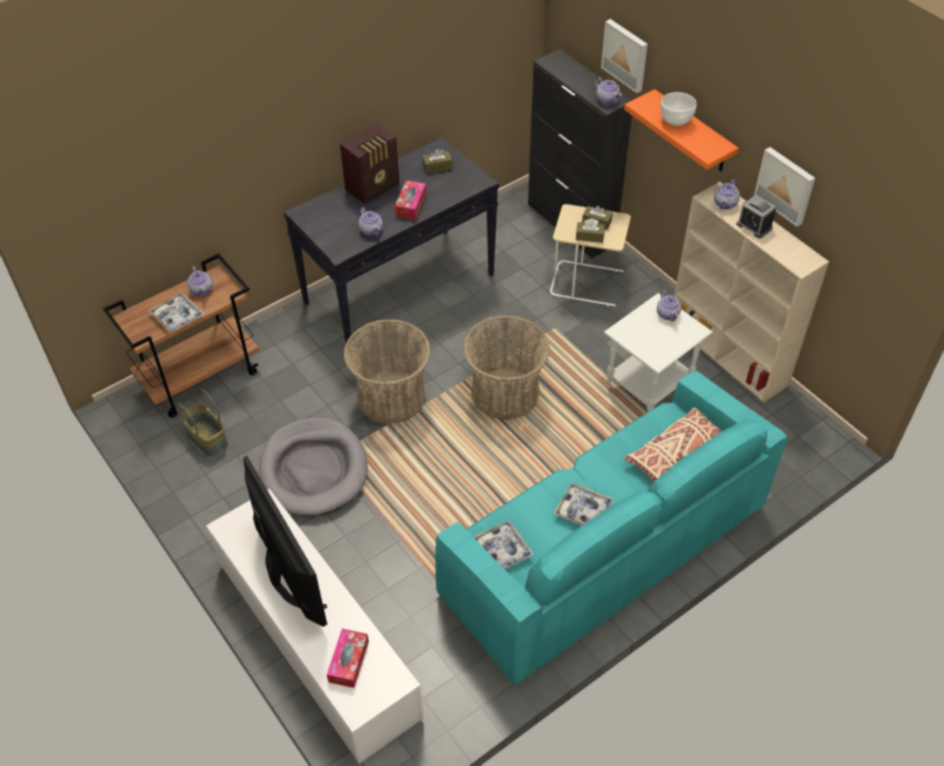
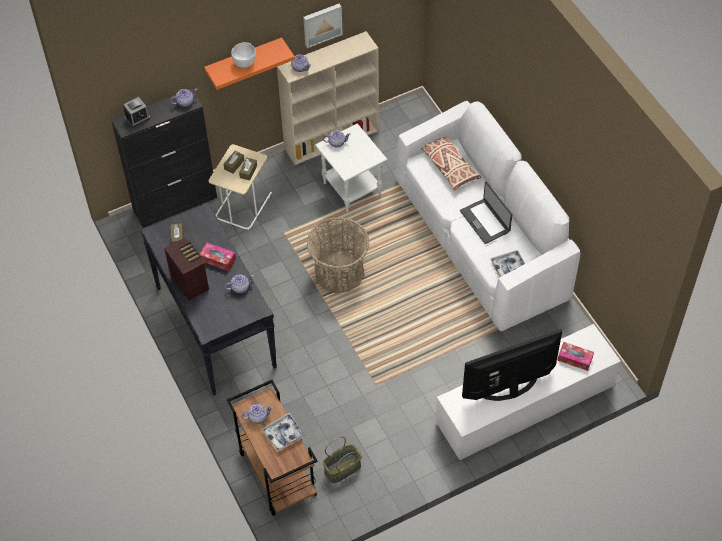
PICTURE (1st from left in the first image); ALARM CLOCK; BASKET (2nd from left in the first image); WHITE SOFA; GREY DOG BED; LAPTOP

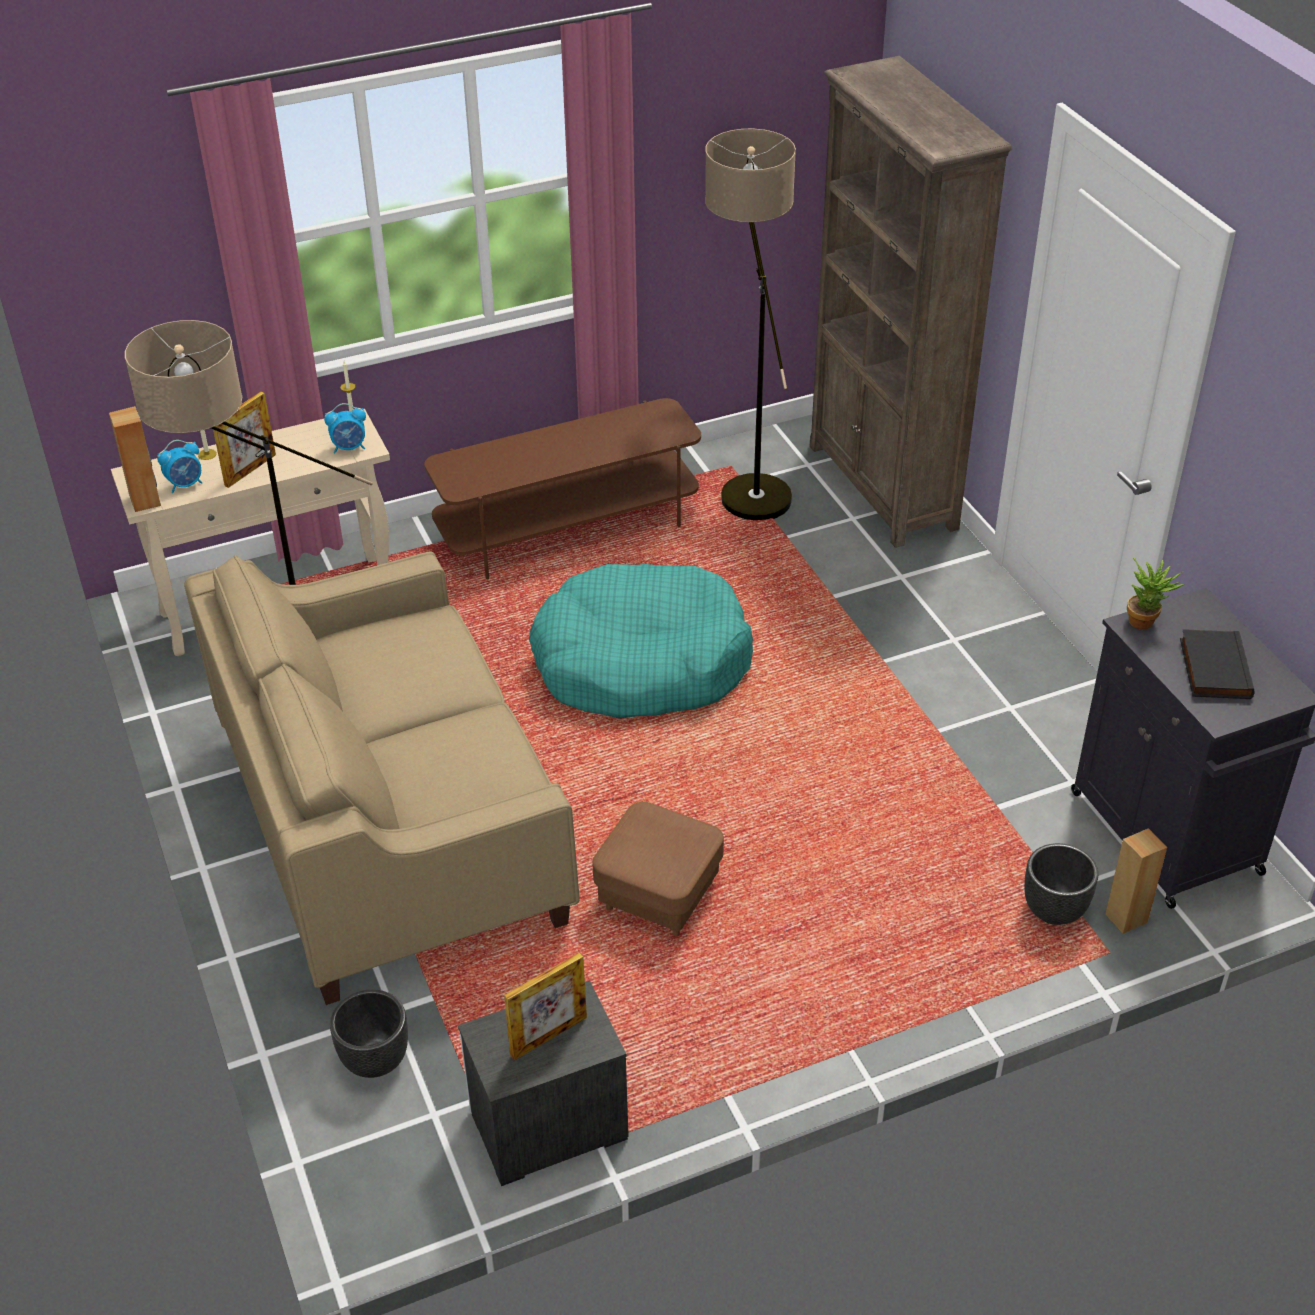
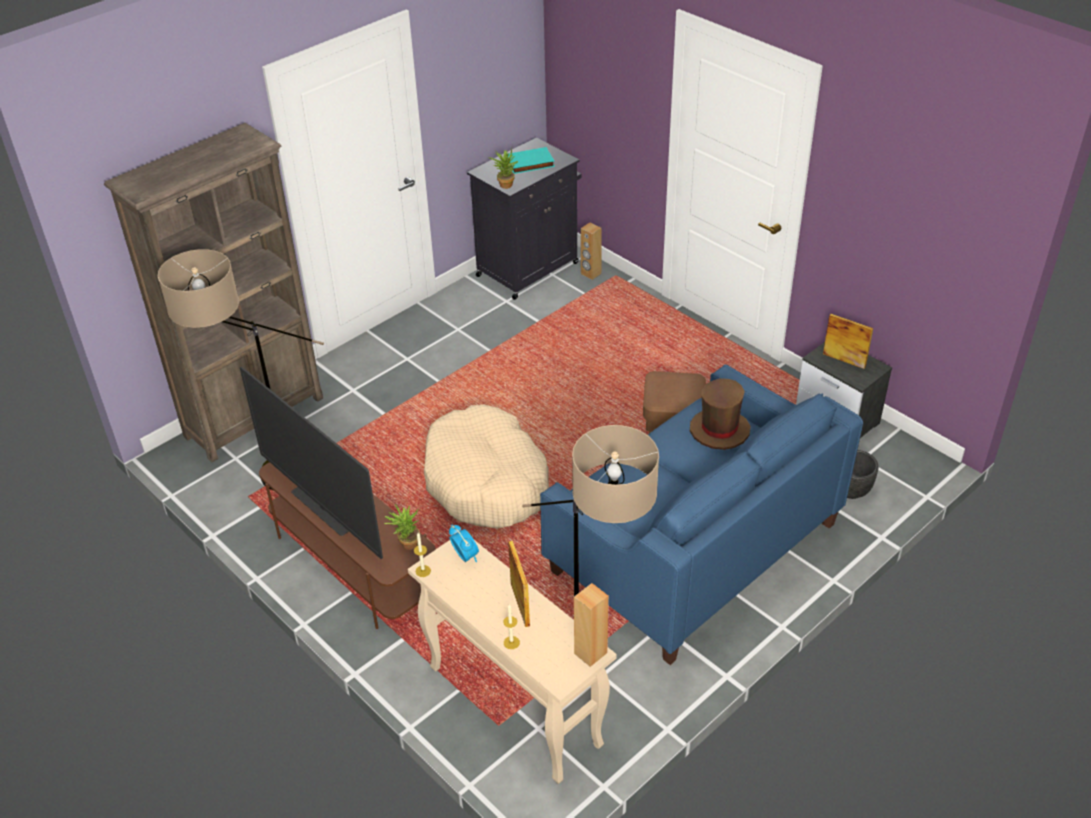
PICTURE FRAME (1st from left); ALARM CLOCK (1st from left in the first image); BLUE SOFA; BEIGE DOG BED; TURQUOISE BOOK; BLACK PLANTER (2nd from left in the first image); TELEVISION; BROWN HAT; POTTED PLANT (1st from left)

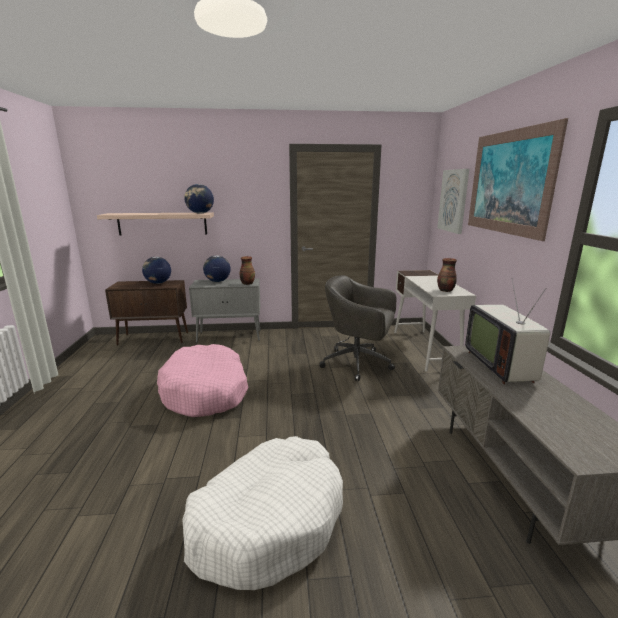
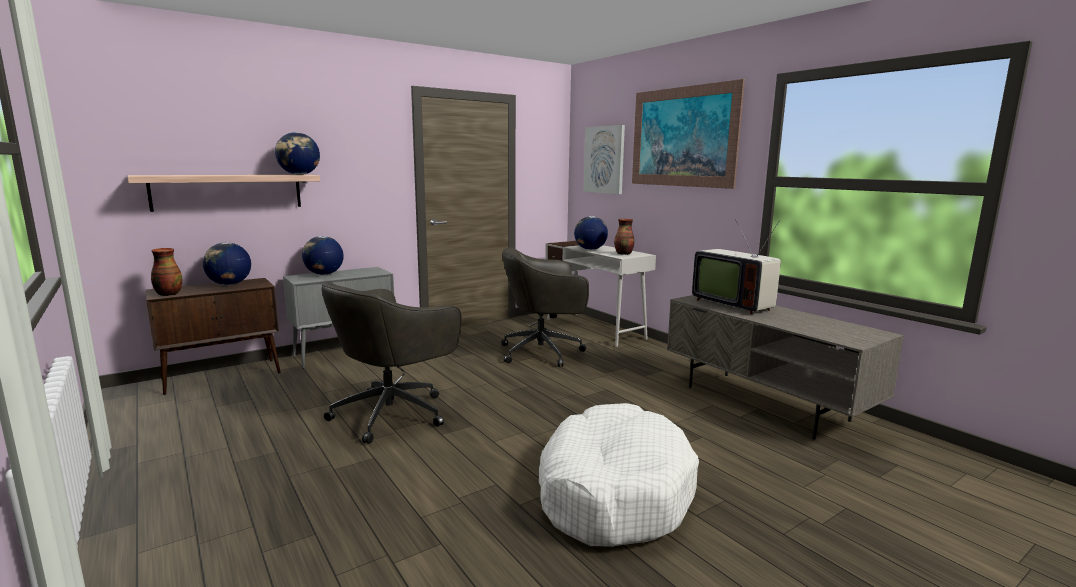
VASE (1st from left); GREY OFFICE CHAIR (1st from left); GLOBE (4th from left)

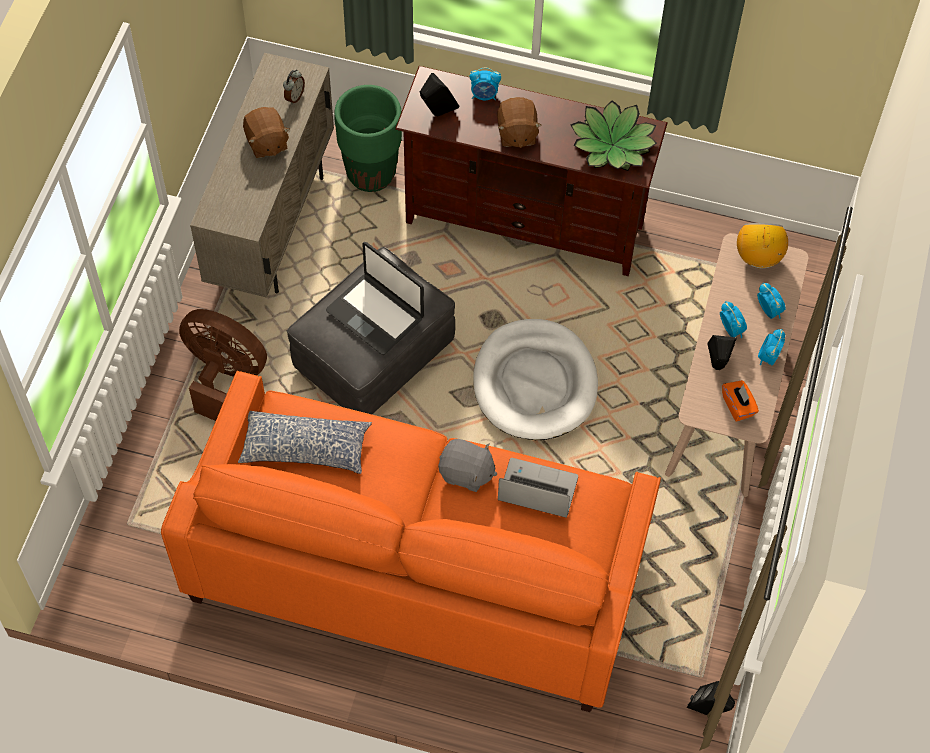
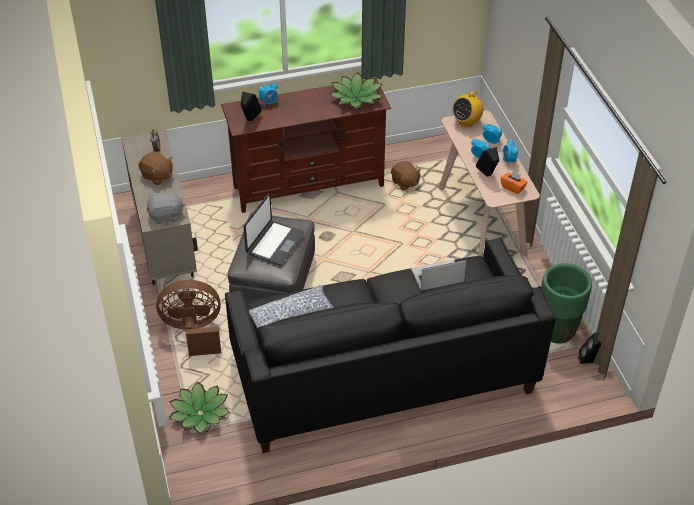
GREEN PLANTER; BROWN PLUSH TOY (2nd from left); RADIO; LAPTOP (1st from left); WHITE DOG BED; BLACK SOFA; GREY PLUSH TOY; POTTED PLANT (1st from left)

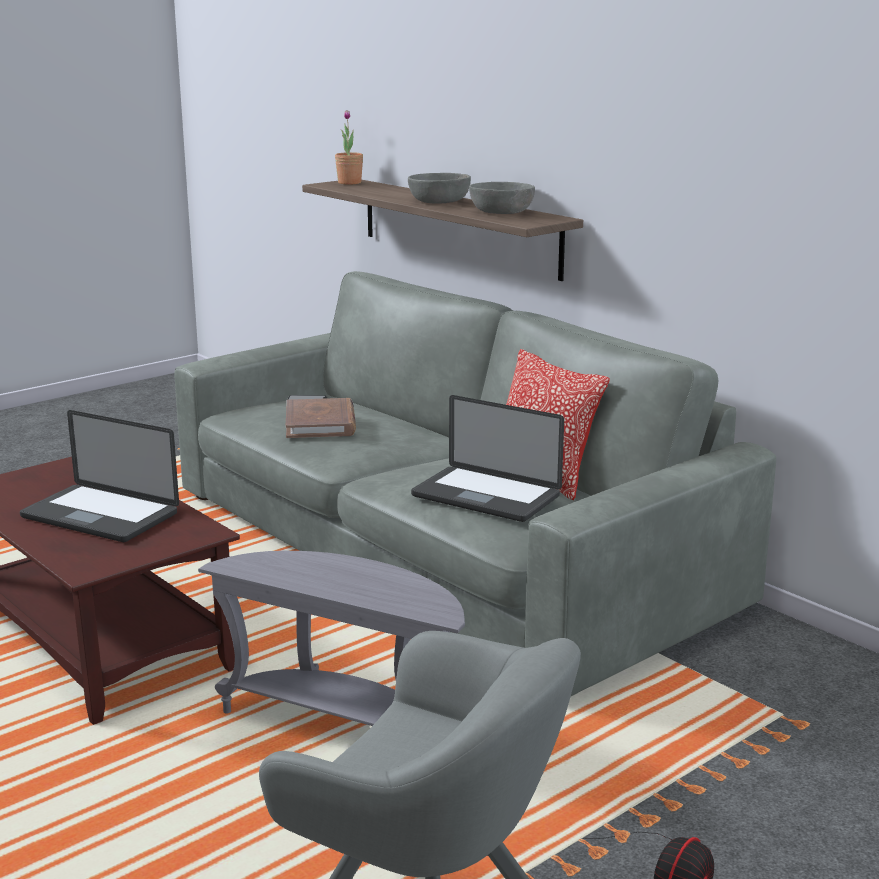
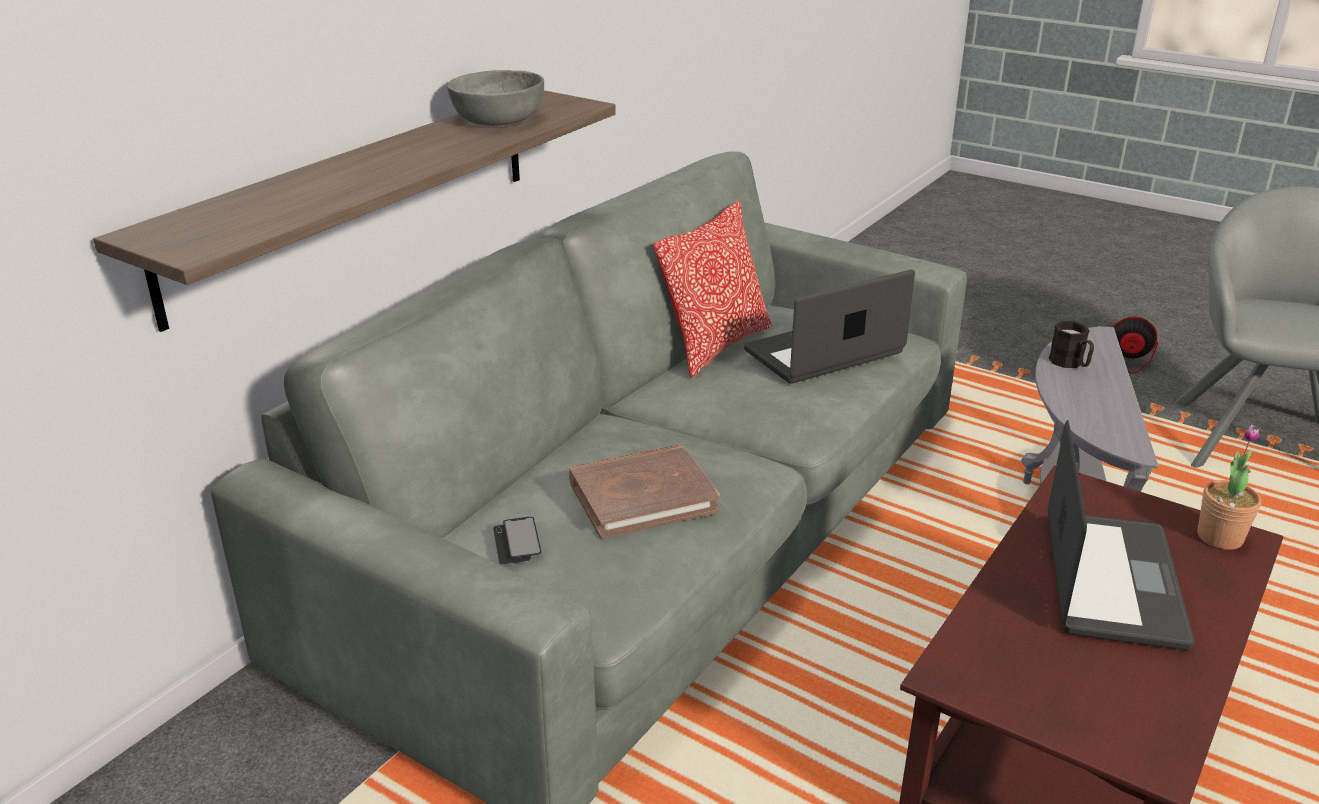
POTTED PLANT; GREY BOWL (1st from left in the first image); LAPTOP (1st from left); BLACK MUG

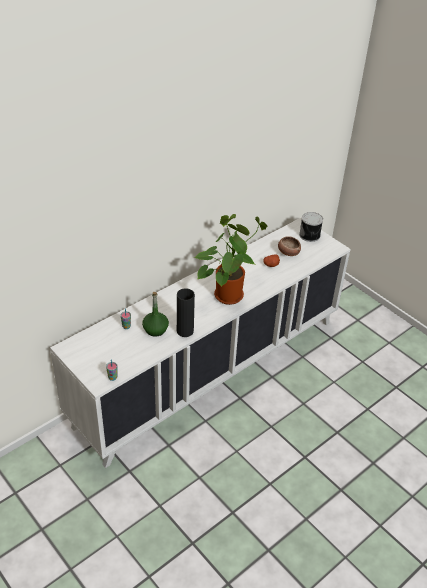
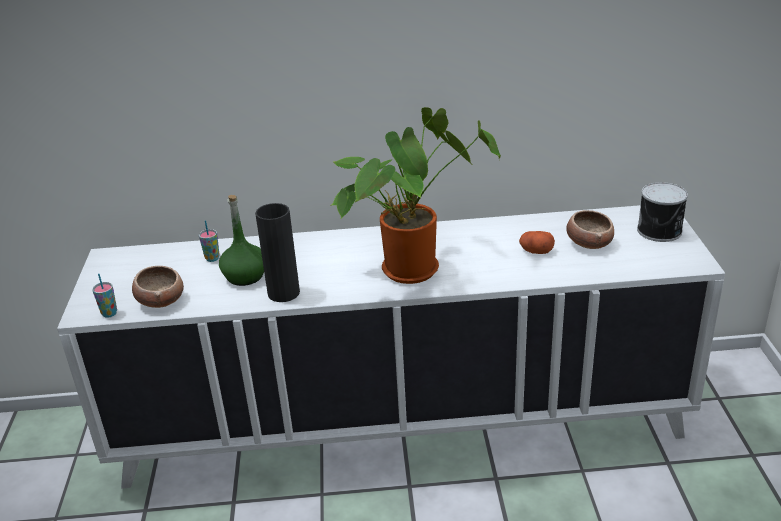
BOWL (1st from left)

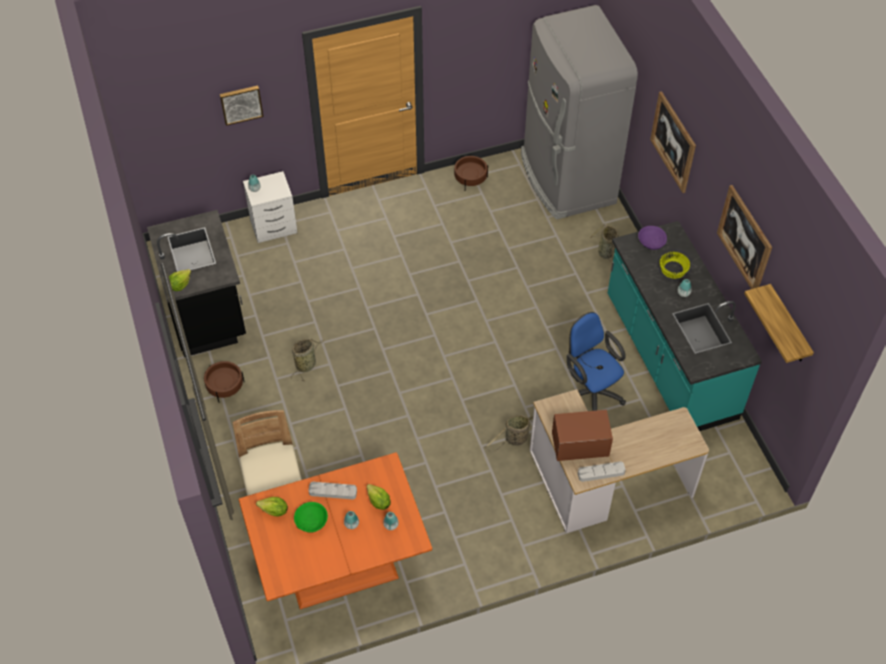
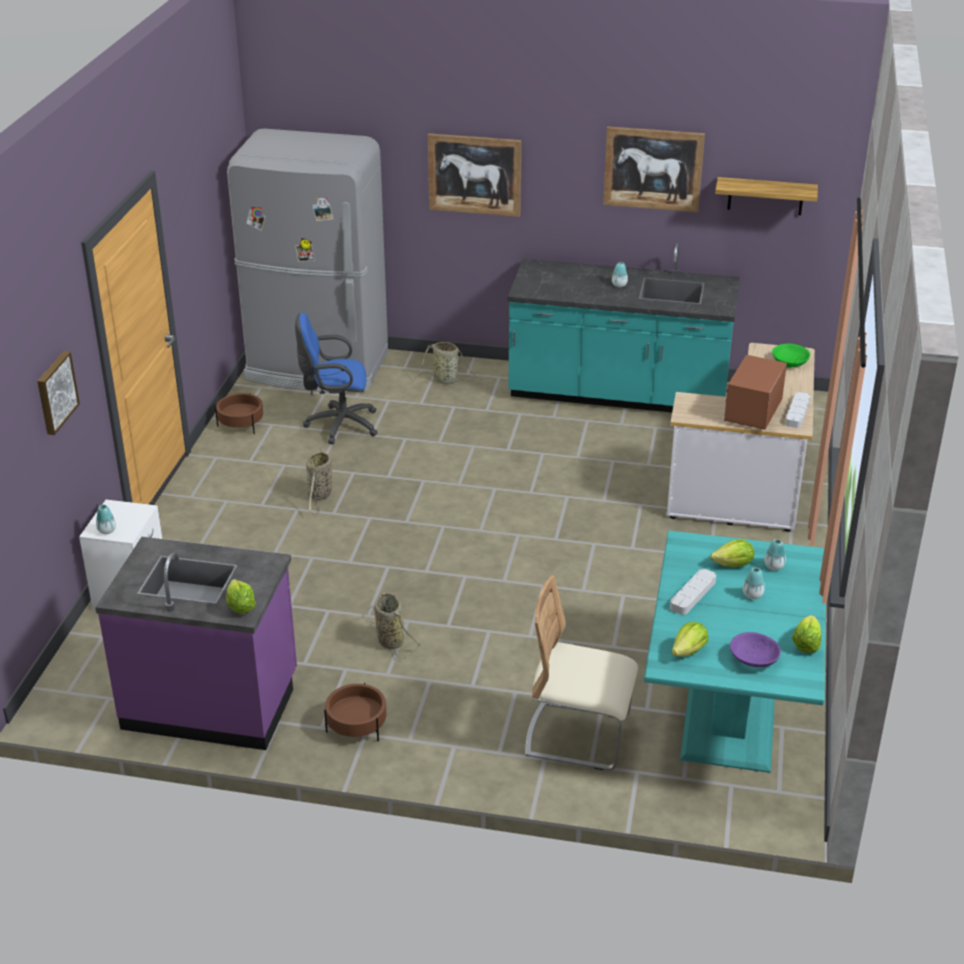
PURPLE COUNTER; PURPLE BOWL; YELLOW BOWL; BLUE OFFICE CHAIR; BASKET (1st from left); TURQUOISE DINING TABLE; GREEN BOWL; LETTUCE (4th from left)

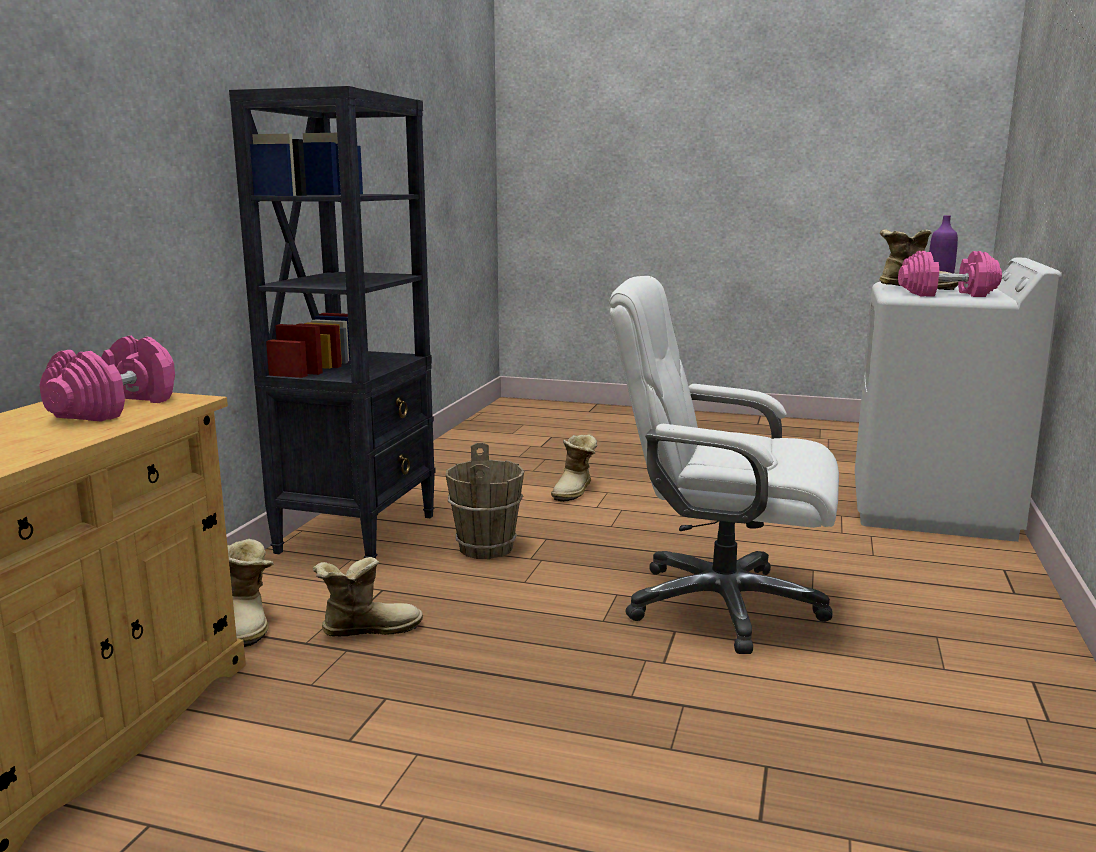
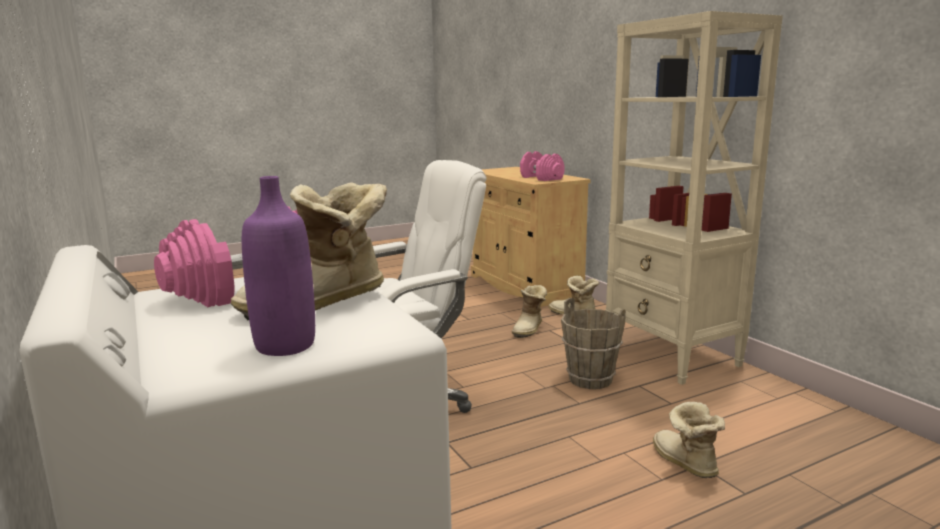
BEIGE BOOKCASE

